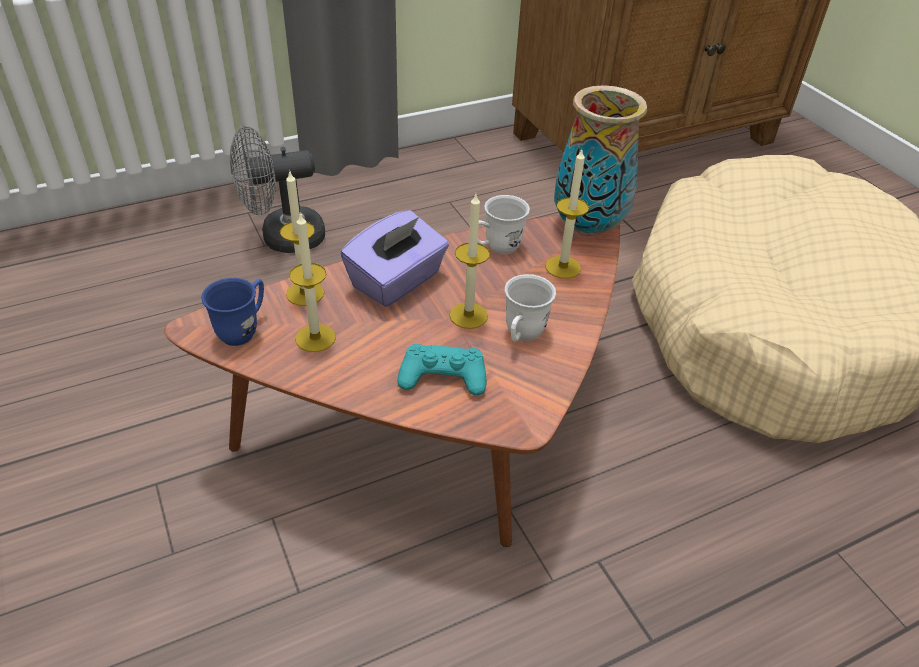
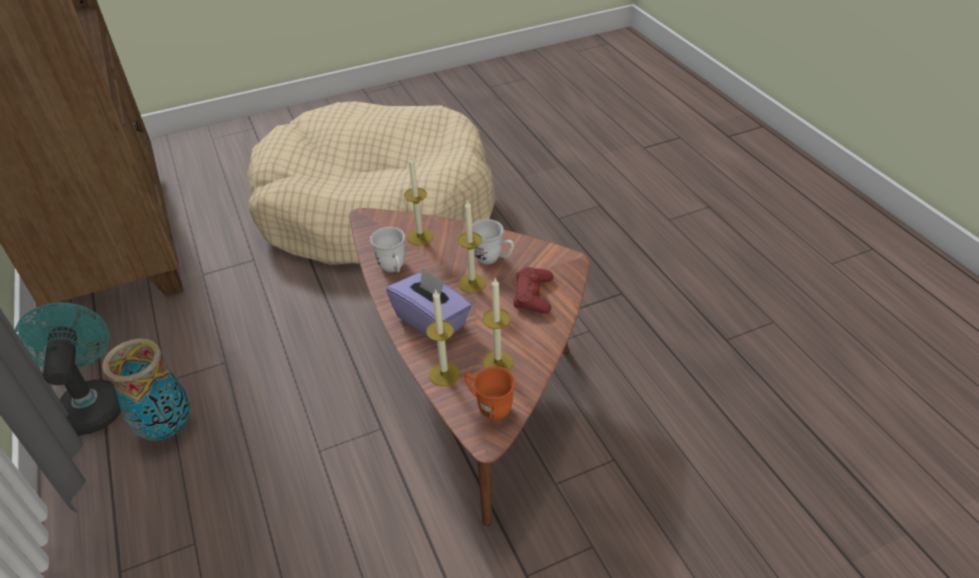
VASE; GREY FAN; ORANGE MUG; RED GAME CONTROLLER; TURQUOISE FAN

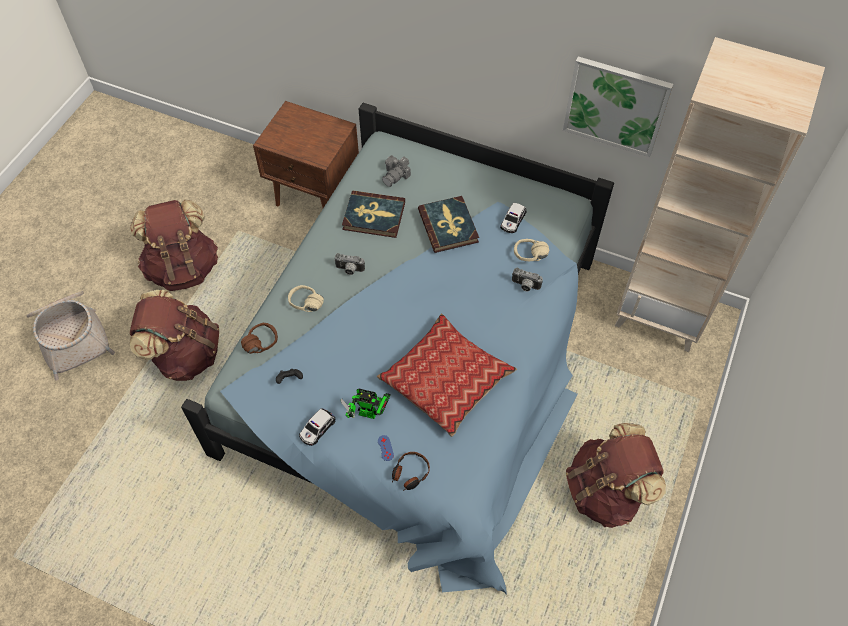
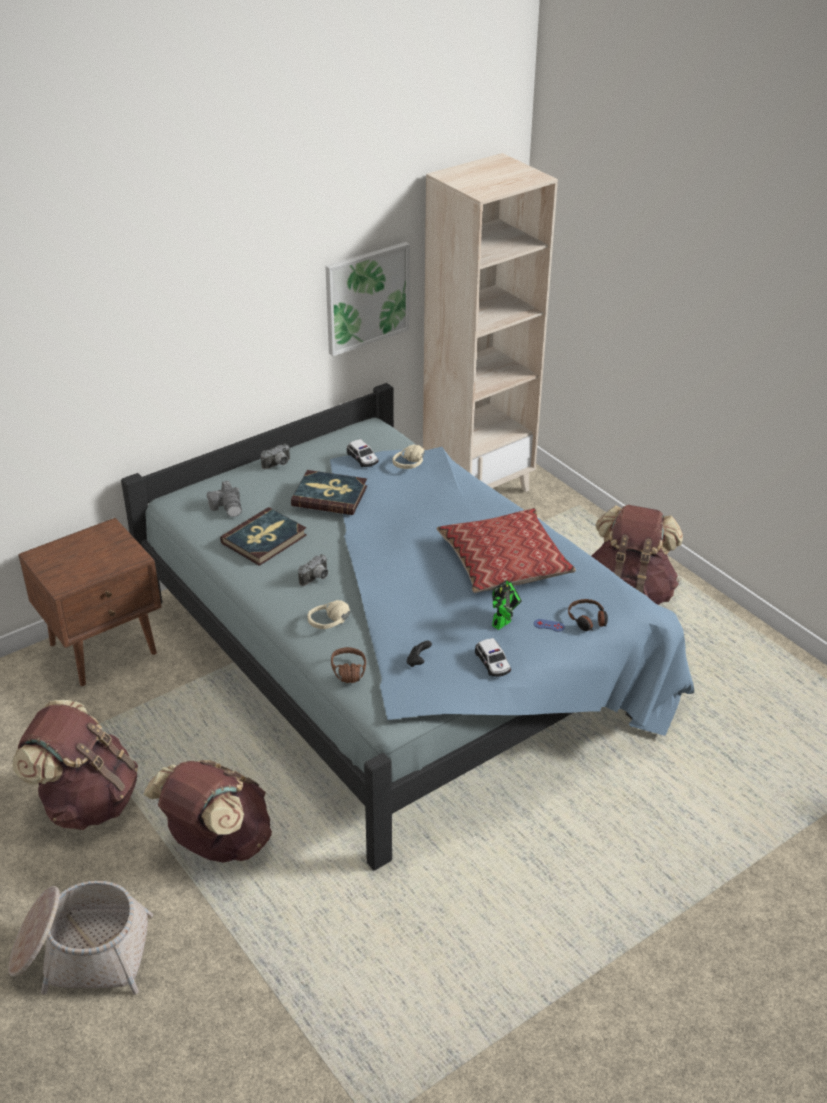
PHOTO CAMERA (2nd from left)

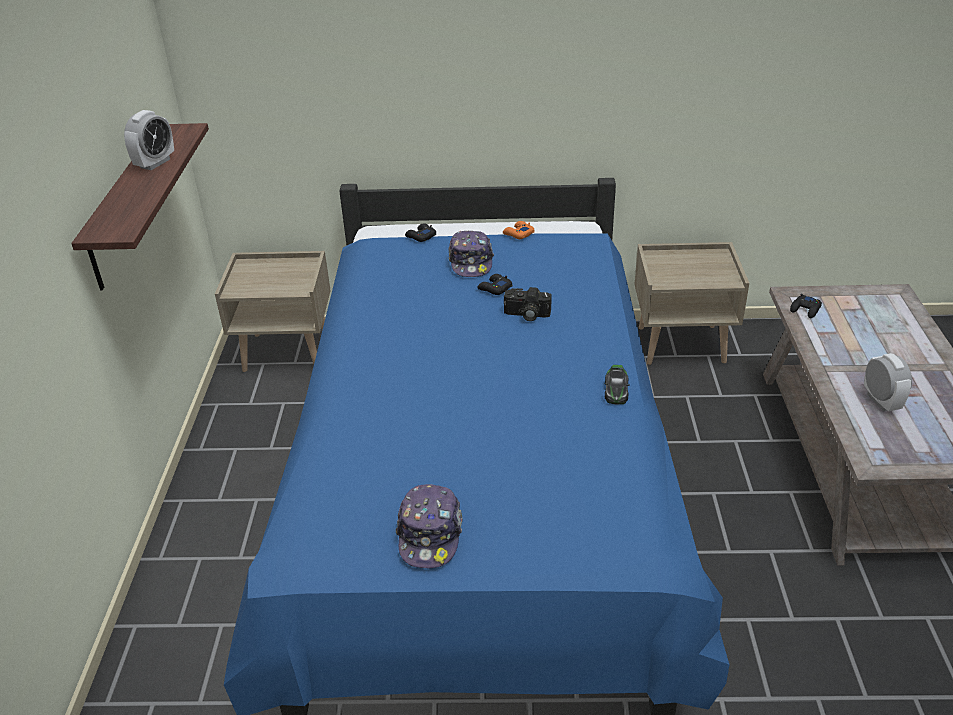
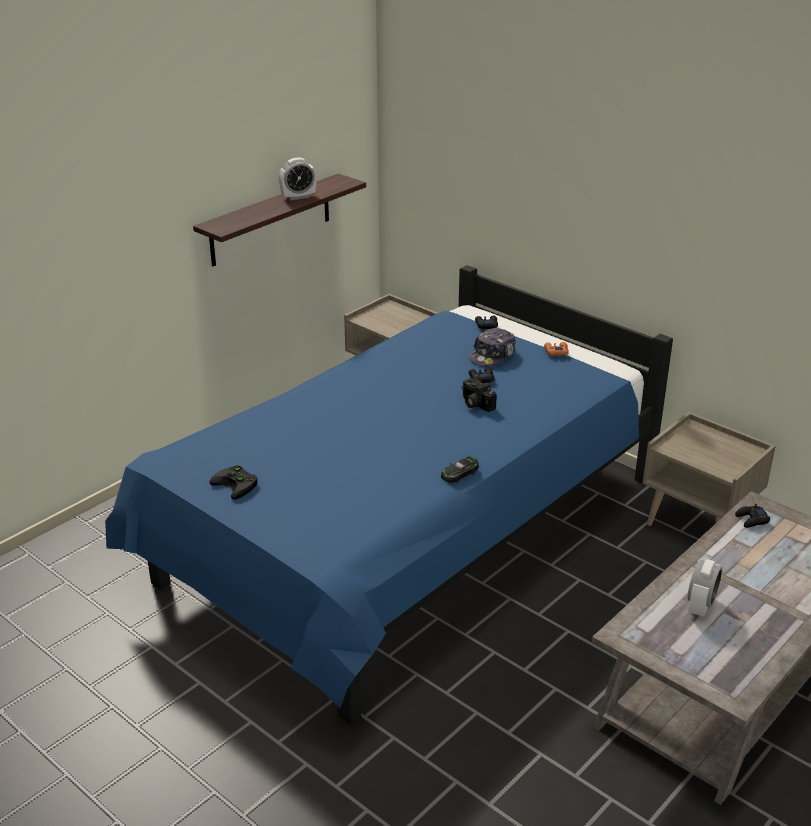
BLACK GAME CONTROLLER (1st from left)

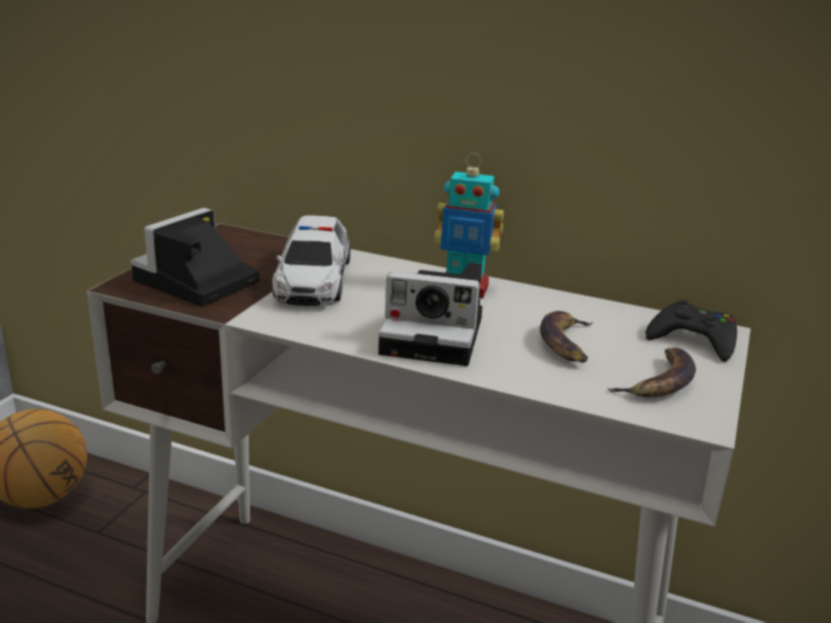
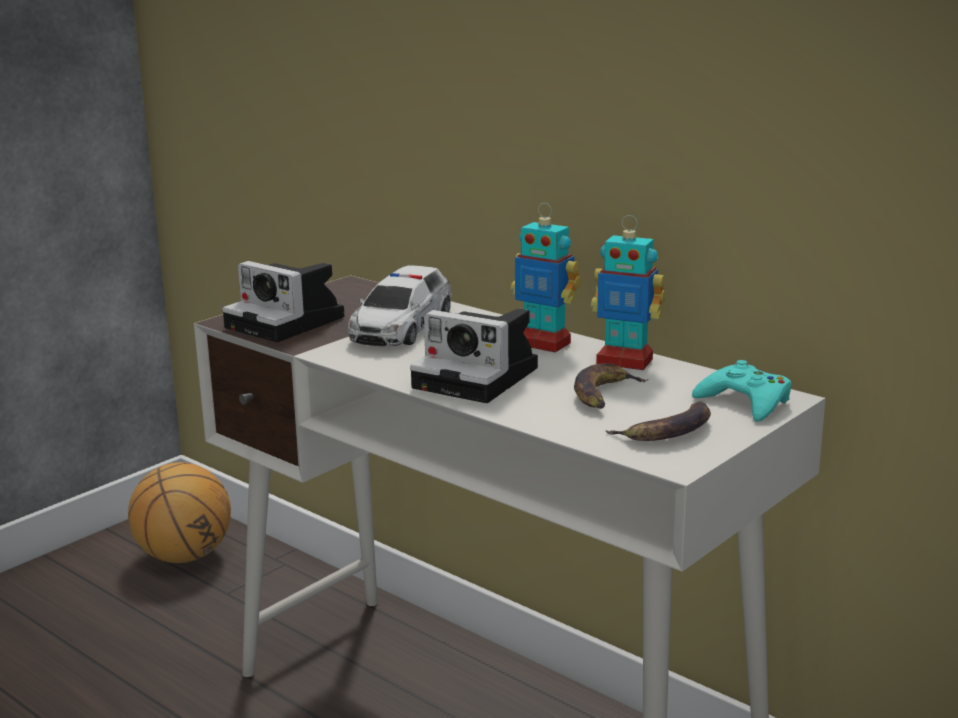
PHOTO CAMERA (1st from left); TURQUOISE GAME CONTROLLER; TOY ROBOT (2nd from left)

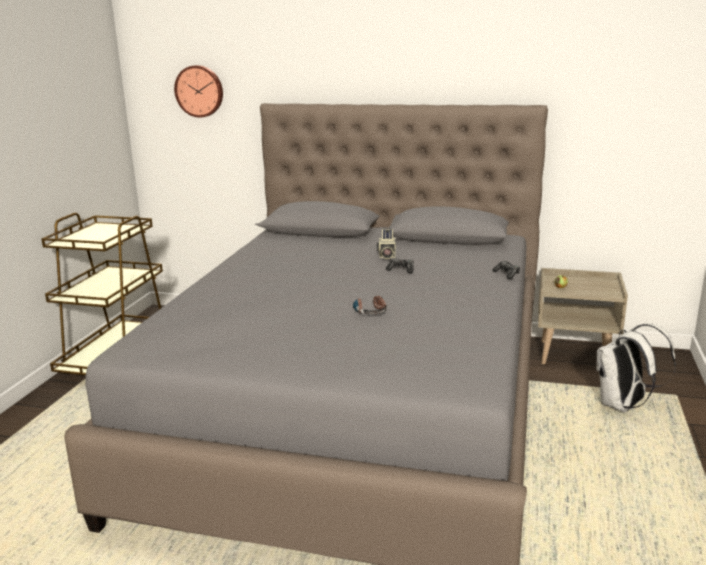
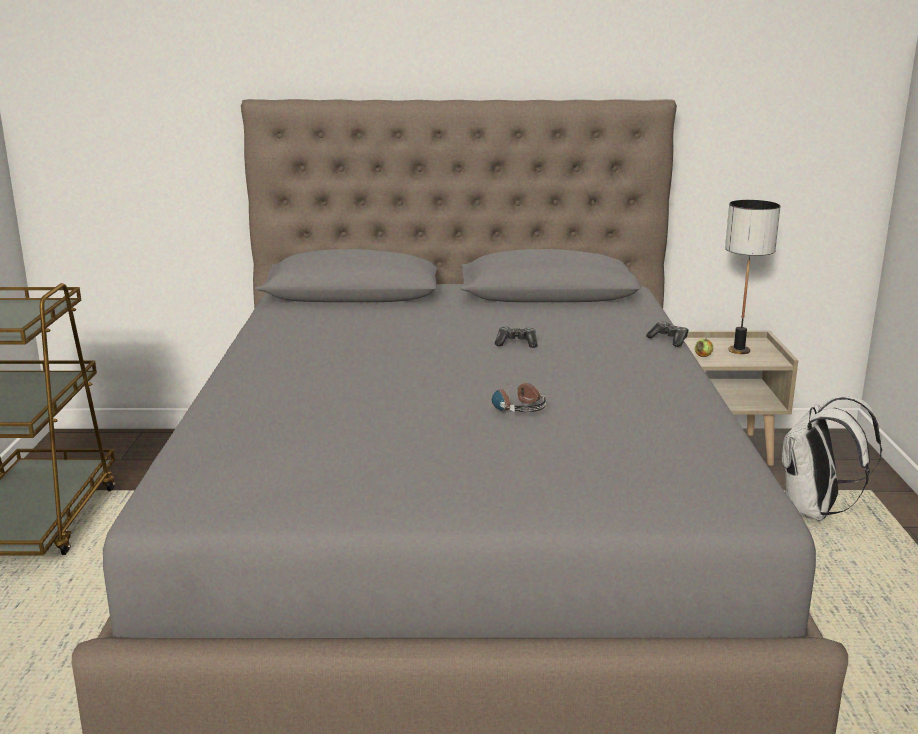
WALL CLOCK; PHOTO CAMERA; TABLE LAMP

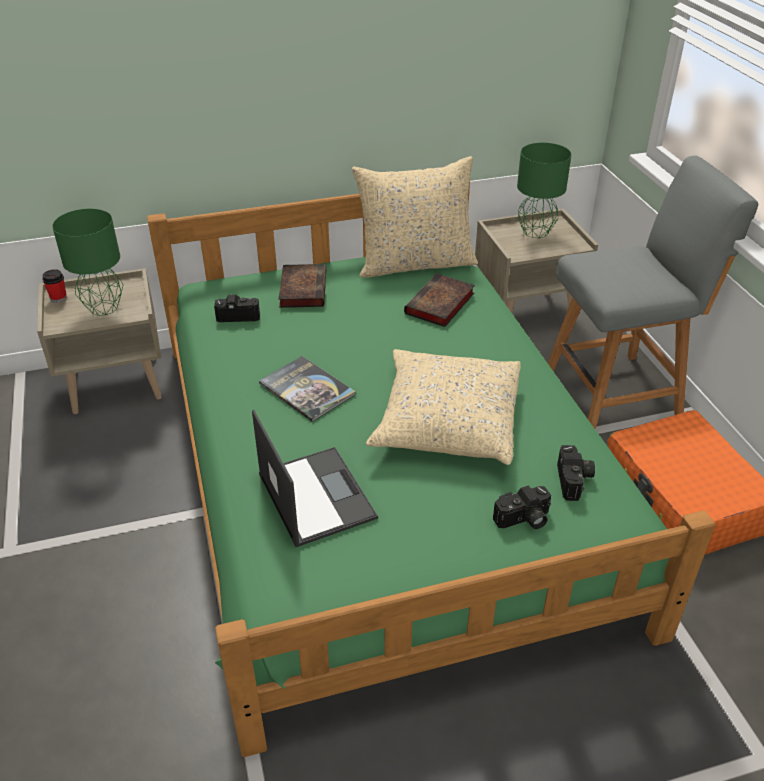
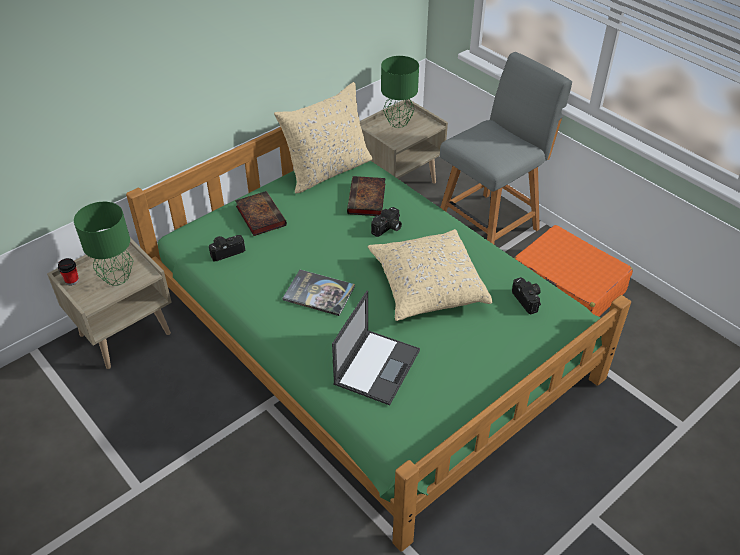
LAPTOP; PHOTO CAMERA (2nd from left)

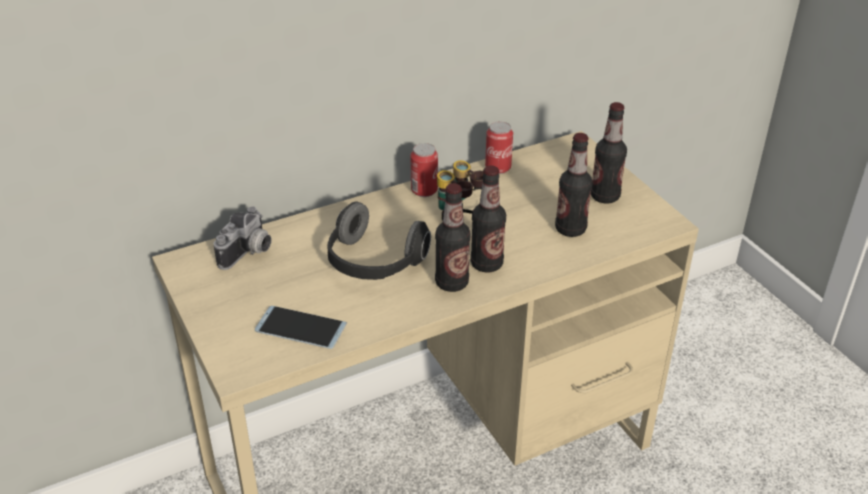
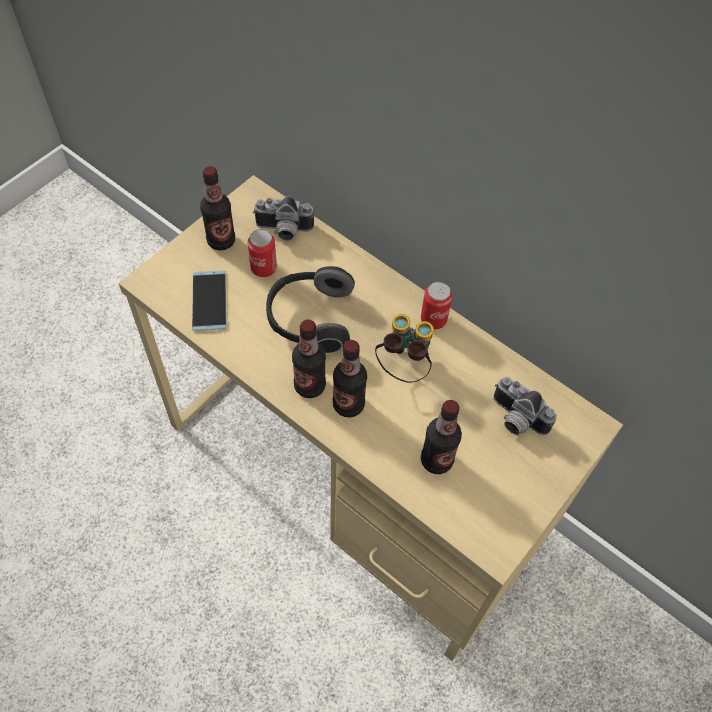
BOTTLE (1st from left); CAN (1st from left); PHOTO CAMERA (2nd from left)

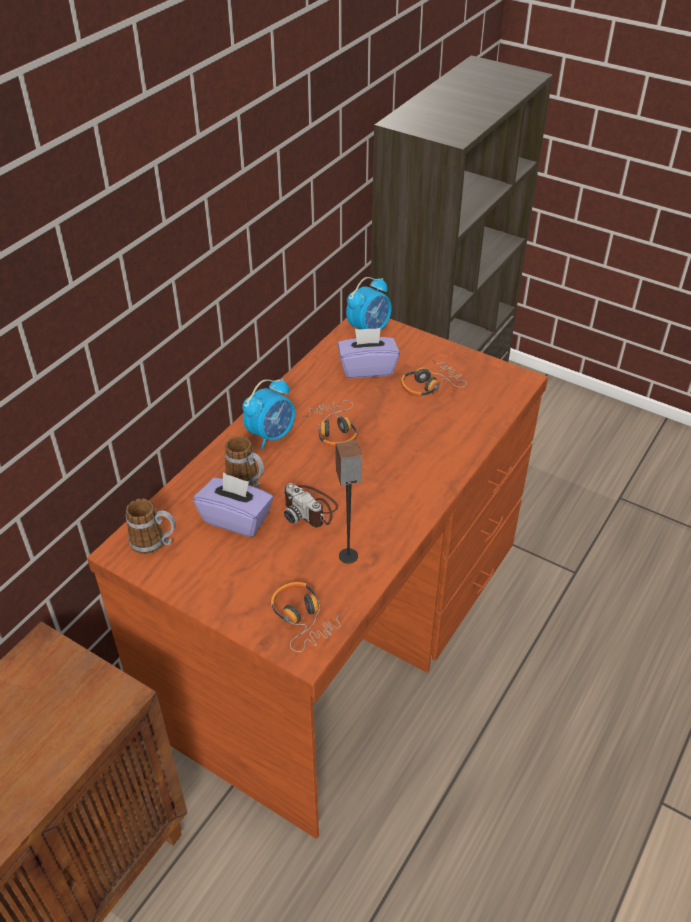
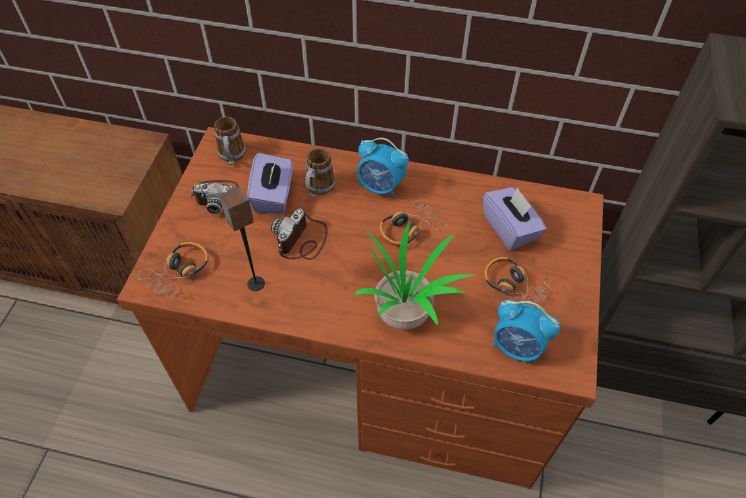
ALARM CLOCK (2nd from left); PHOTO CAMERA (1st from left); POTTED PLANT

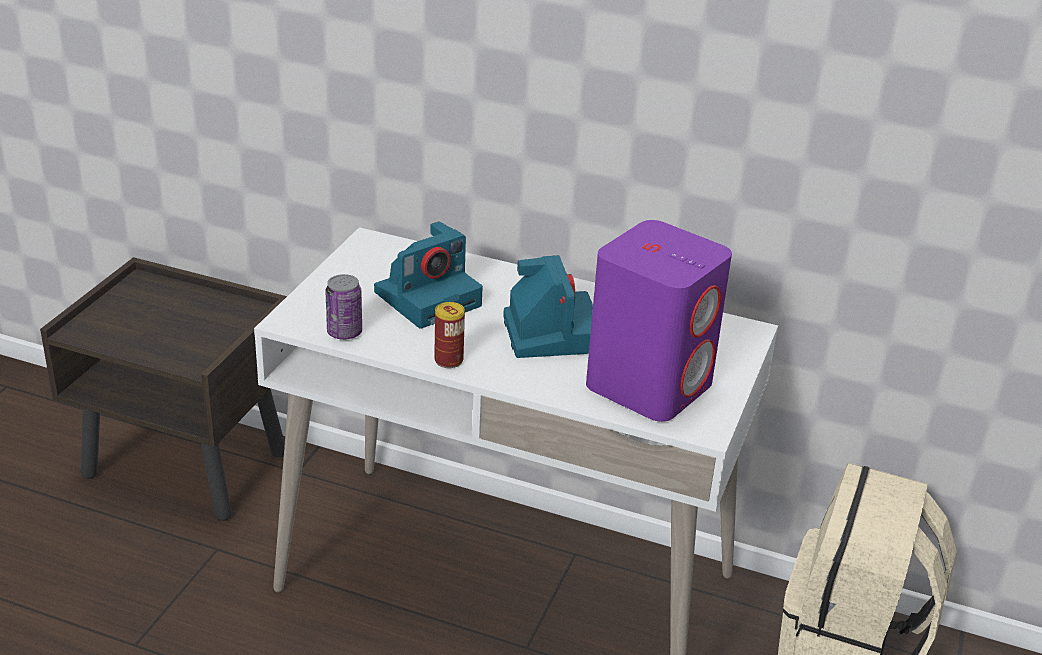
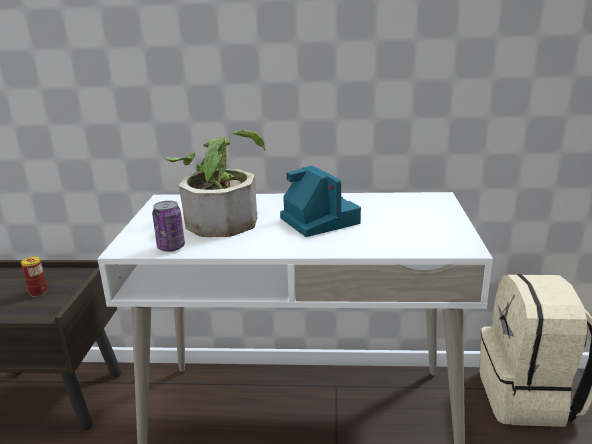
PURPLE SPEAKER; POTTED PLANT; CAN (1st from left)

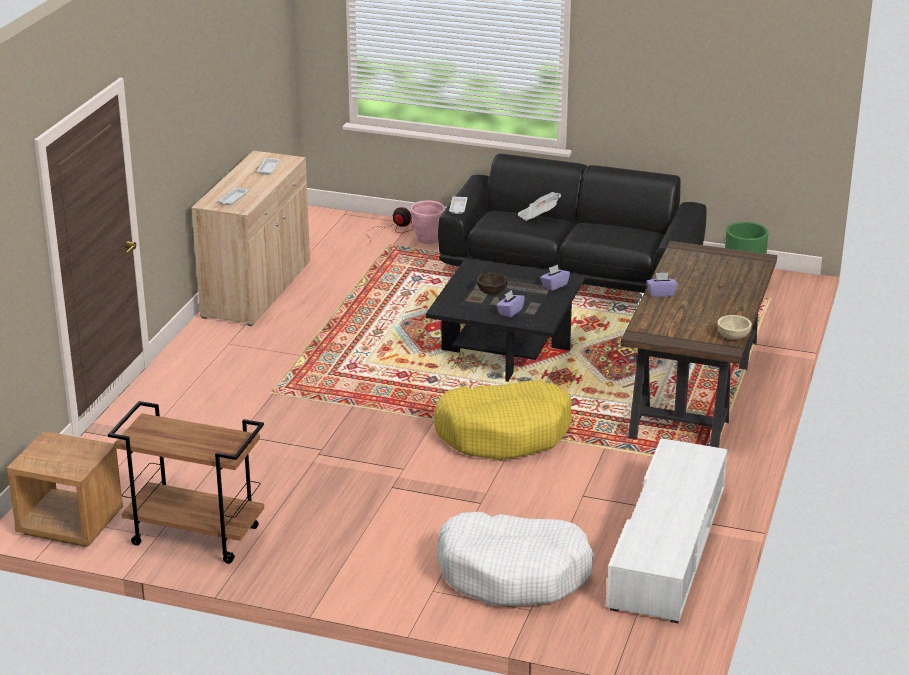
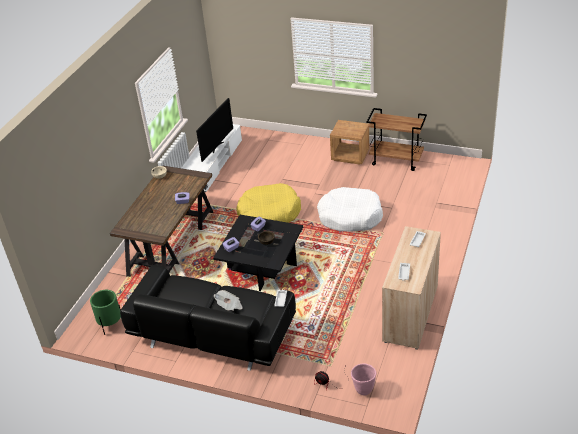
PINK PLANTER; BROWN NIGHTSTAND; WHITE DOG BED; TELEVISION

